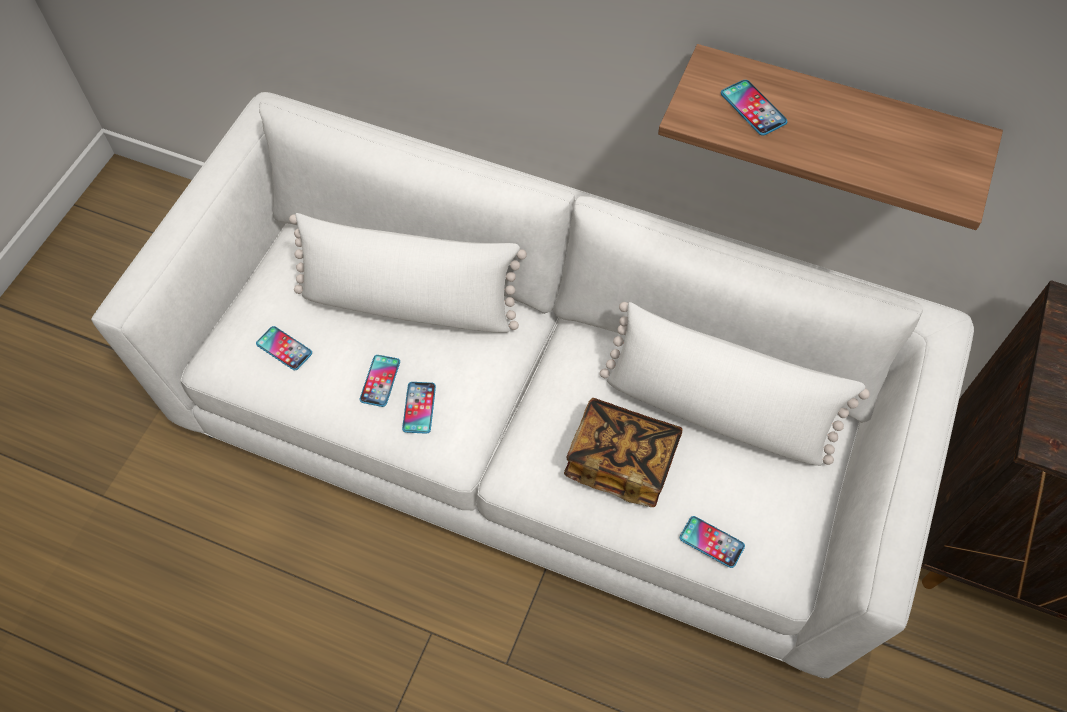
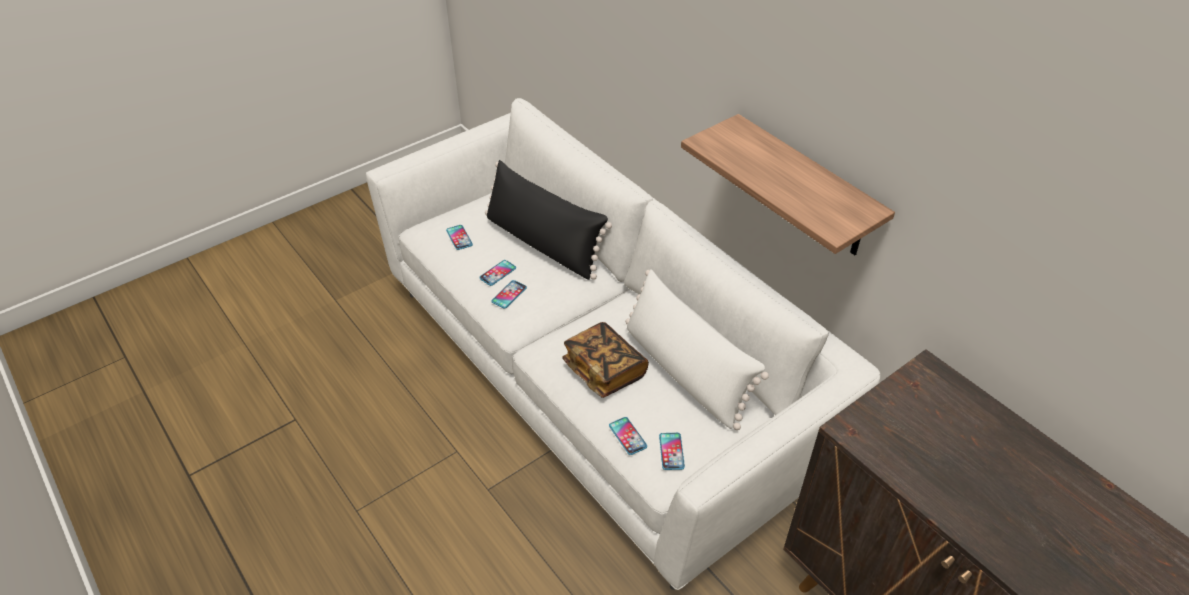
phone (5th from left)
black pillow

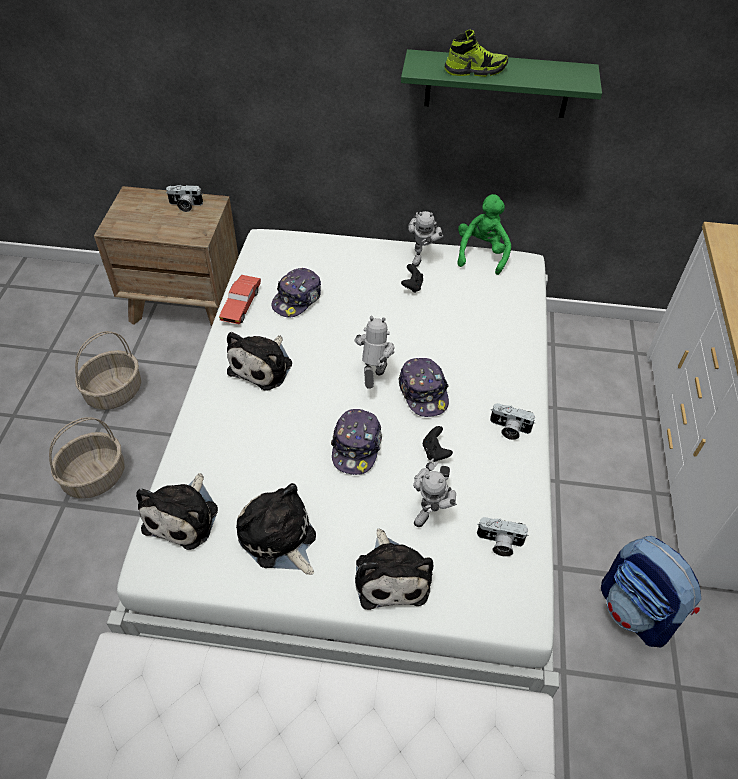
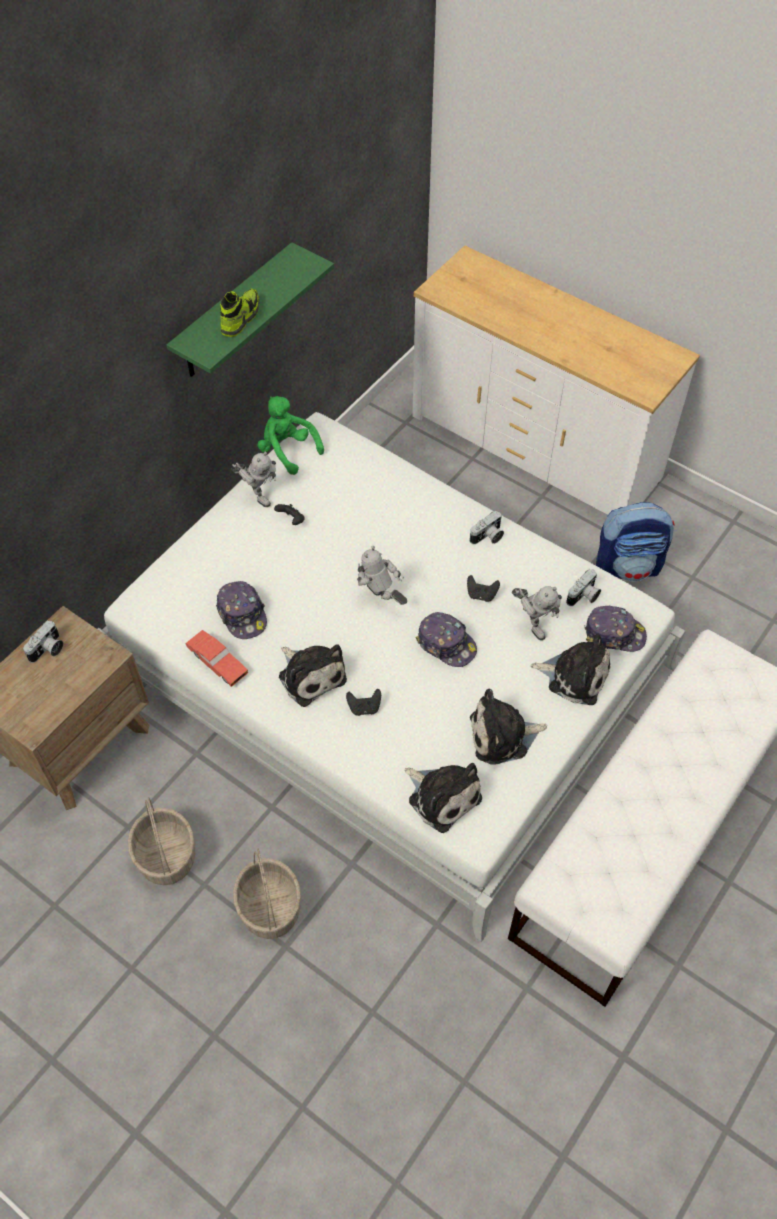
cap (3rd from left)
black game controller (2nd from left)

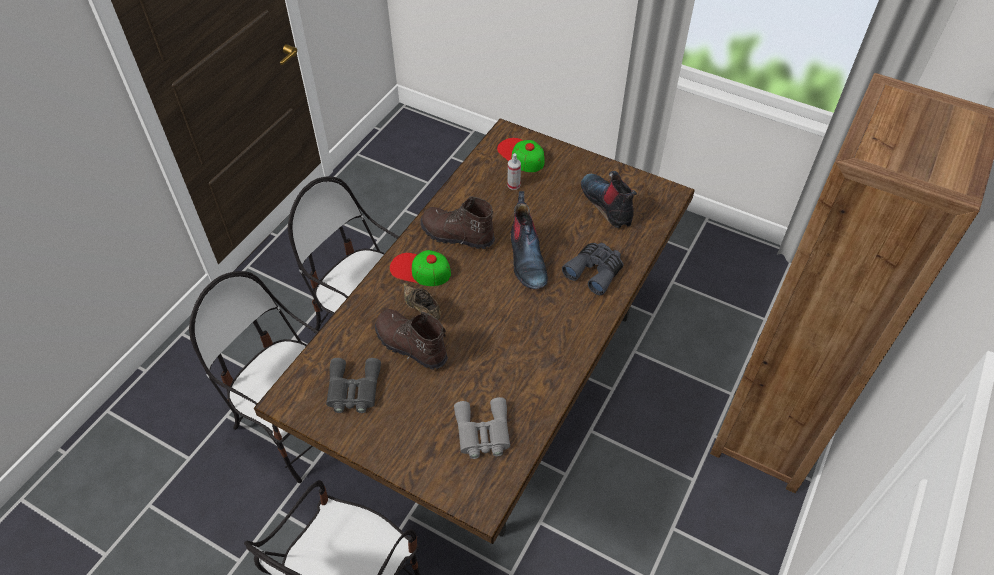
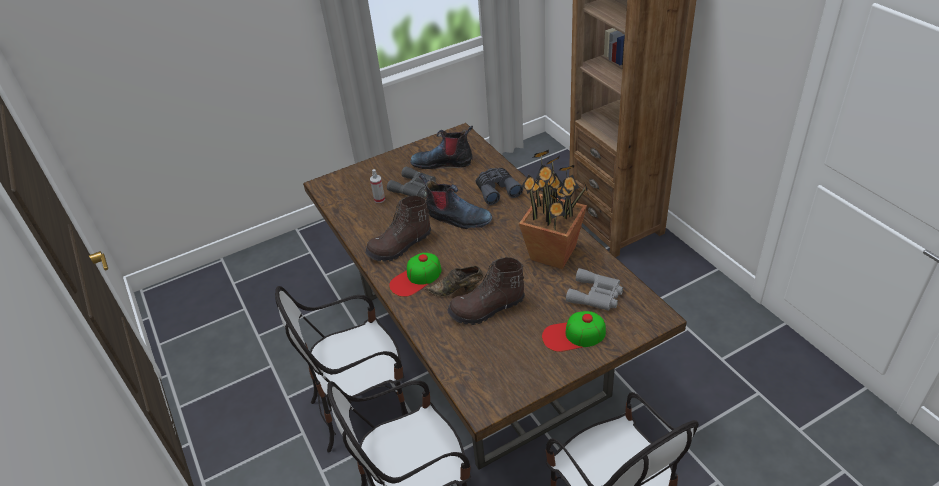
cap (2nd from left)
grey binoculars (1st from left)
potted plant

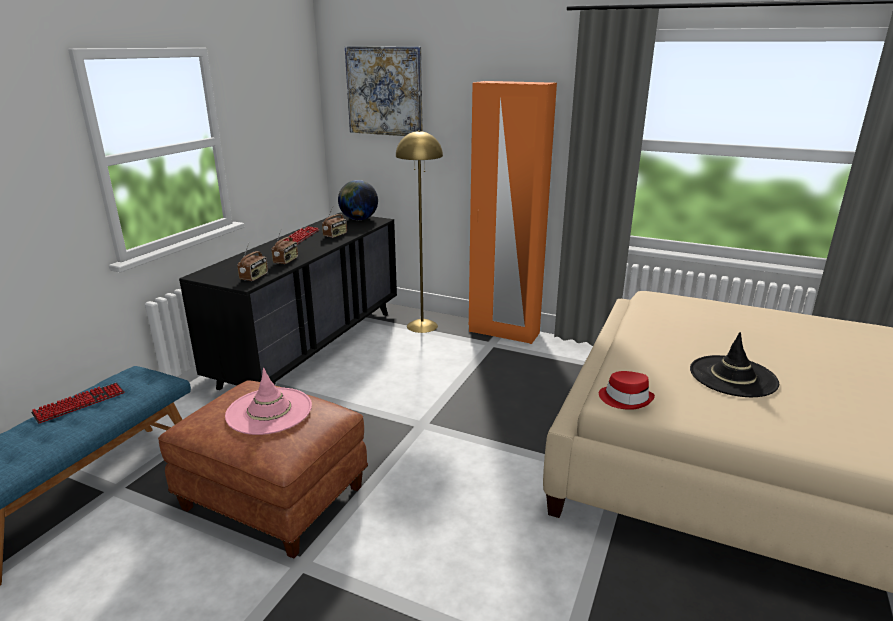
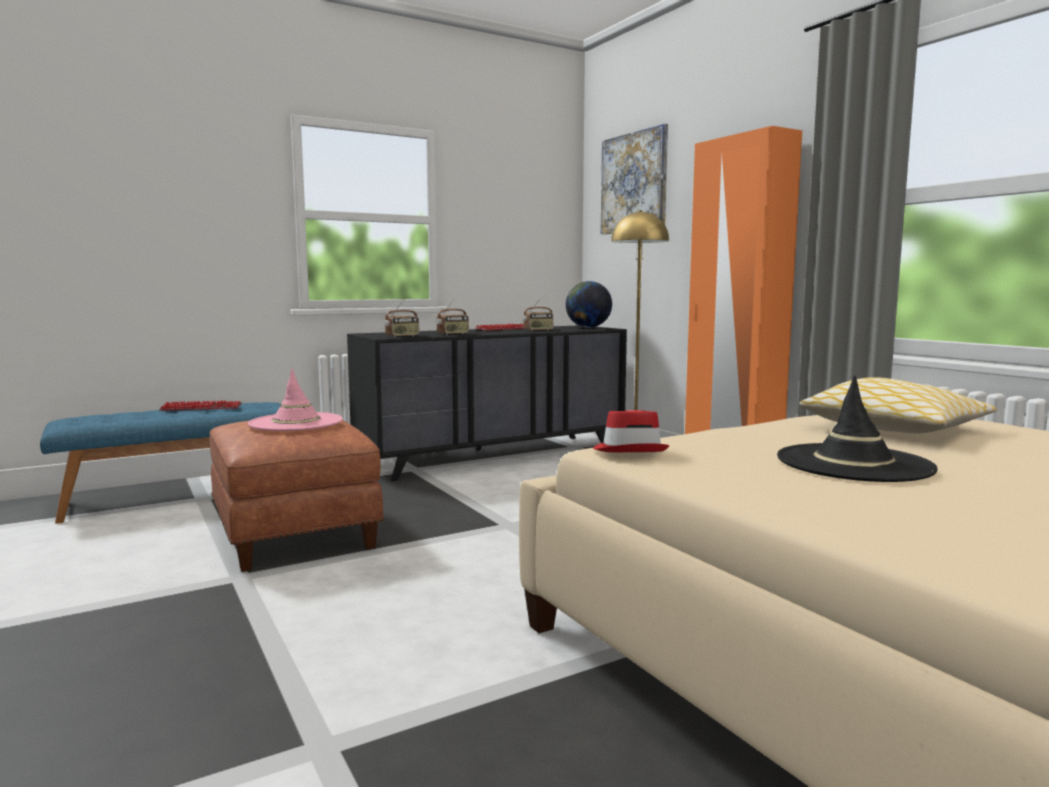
pillow

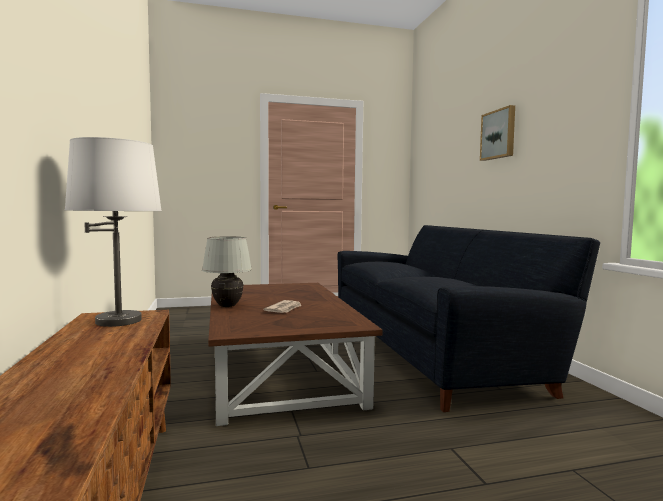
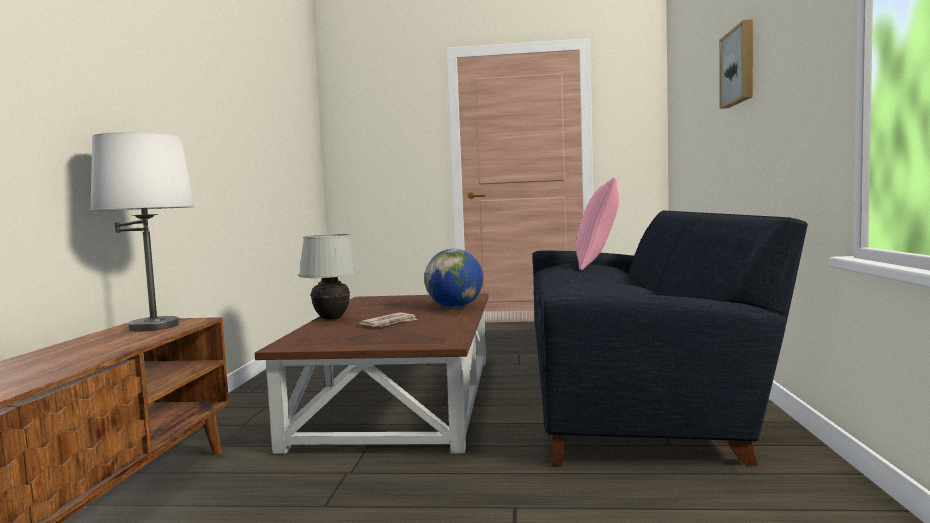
pink pillow
globe

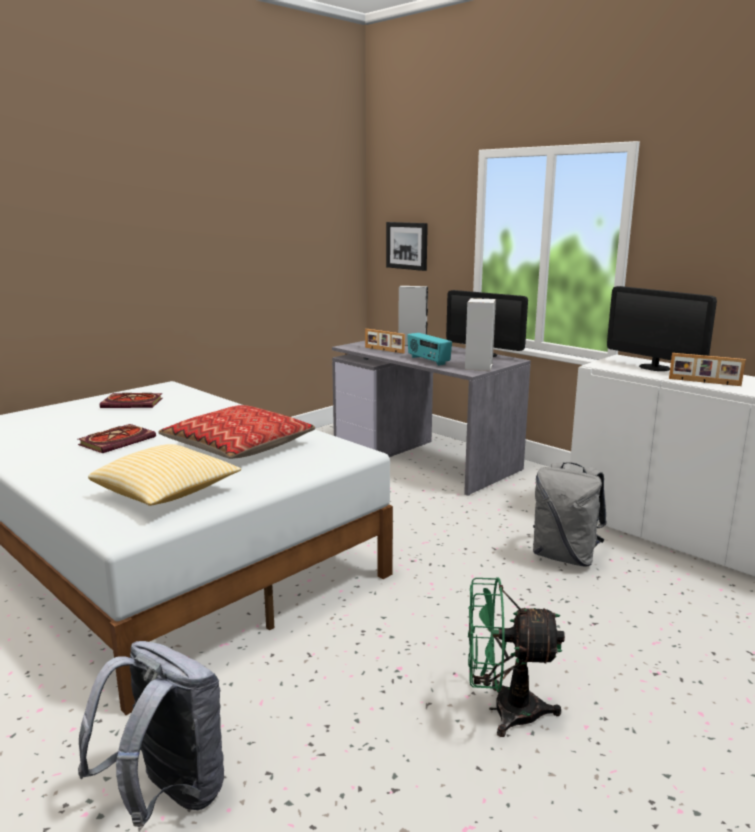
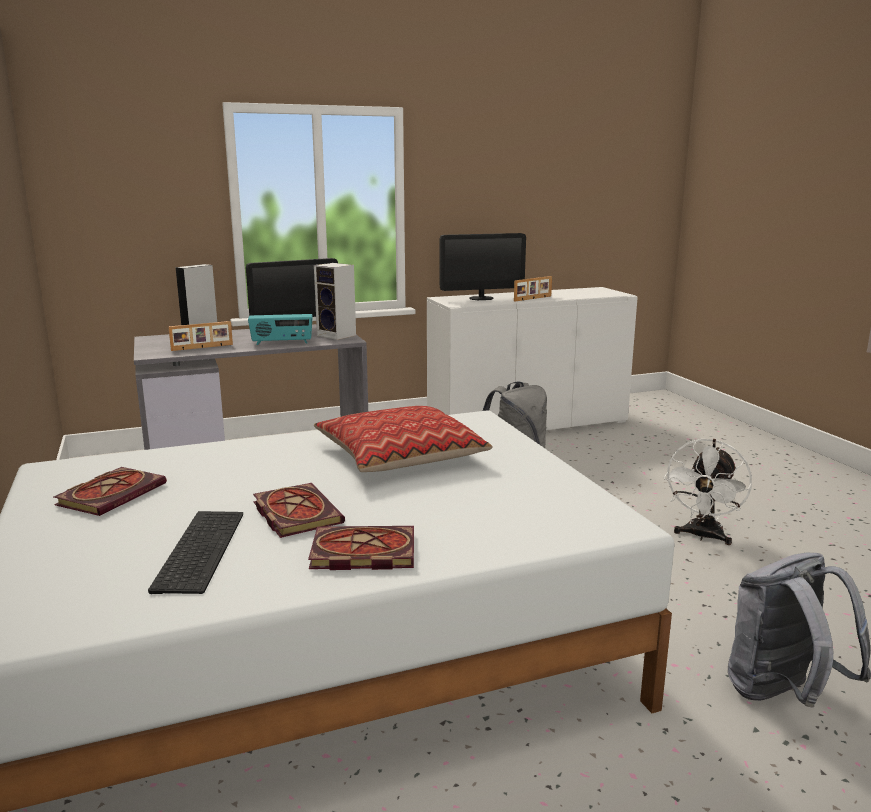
picture
pillow (1st from left in the first image)
white fan
keyboard
book (3rd from left)

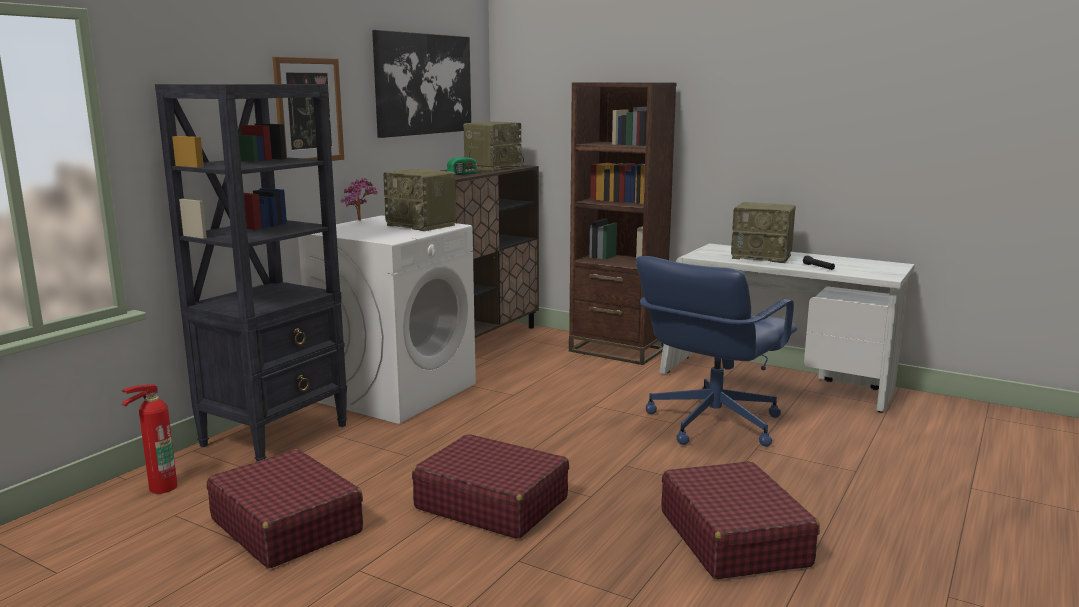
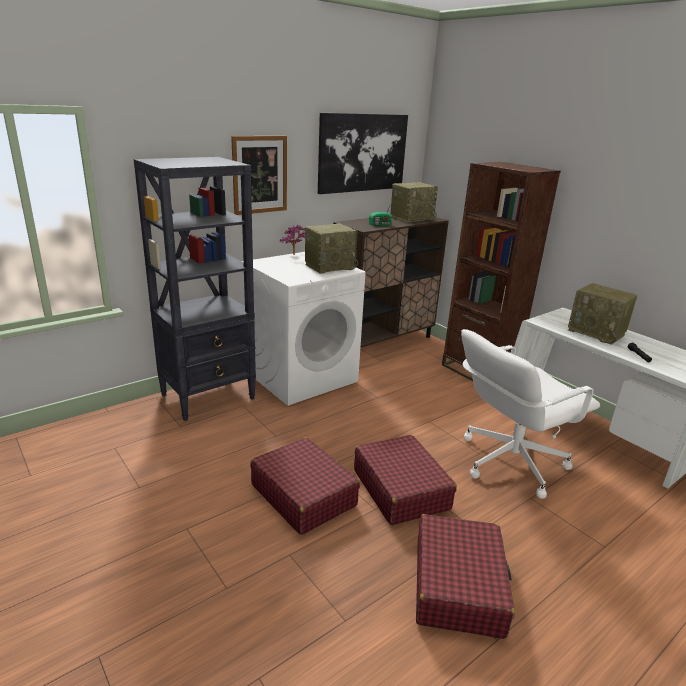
radio (1st from left)
white office chair
fire extinguisher
red suitcase (2nd from left)

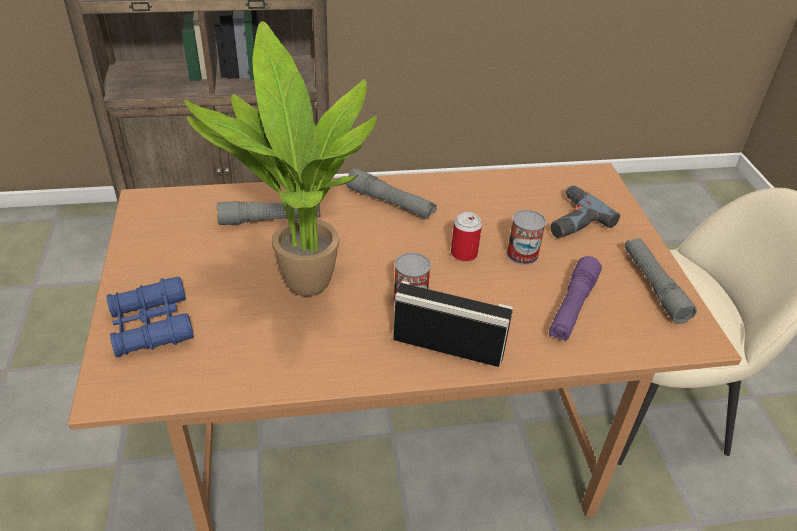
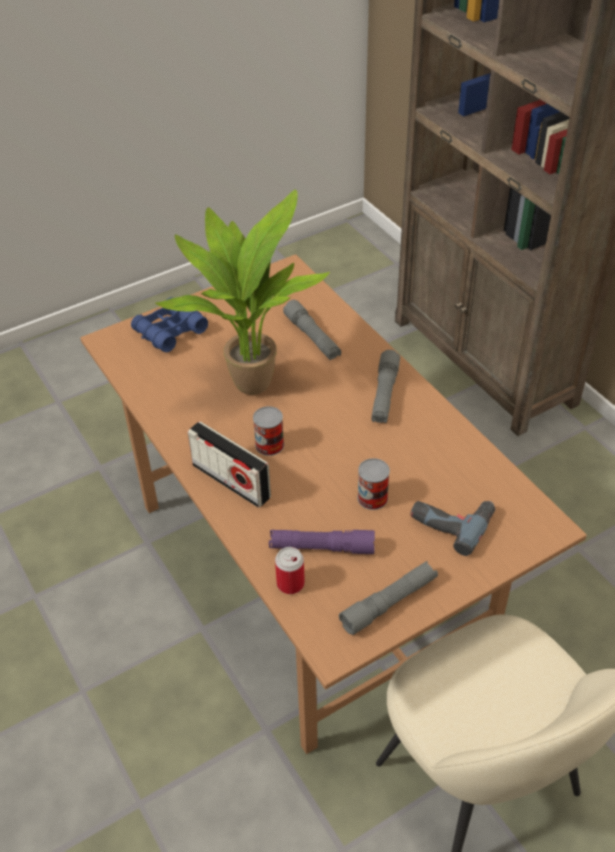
can (2nd from left)
radio

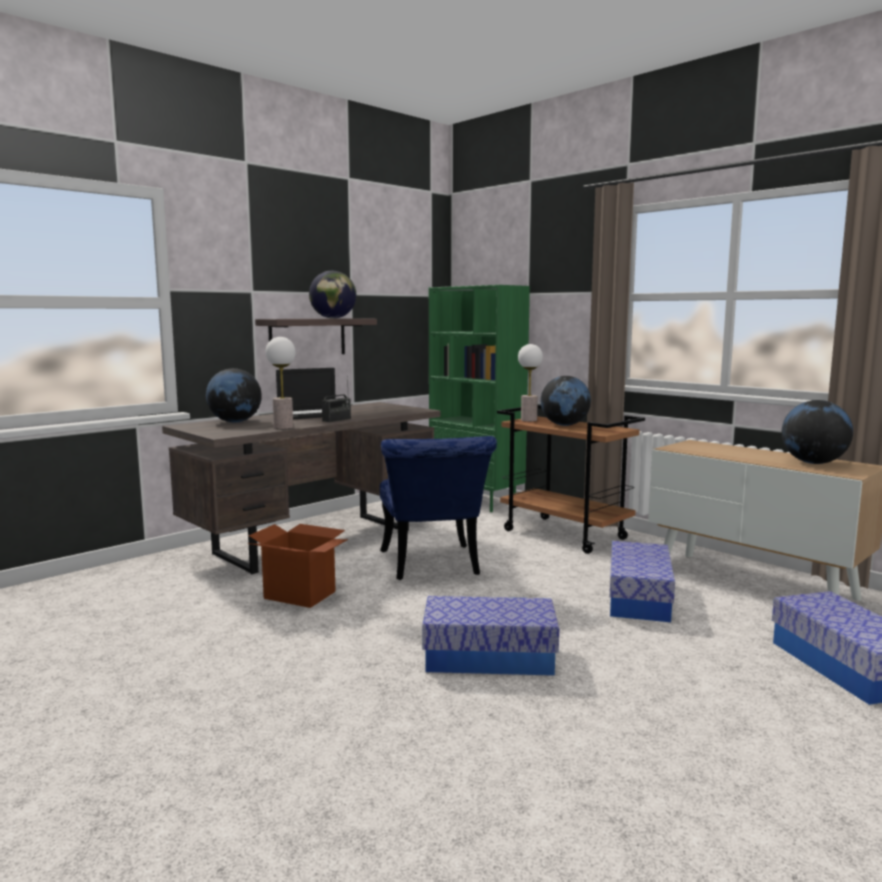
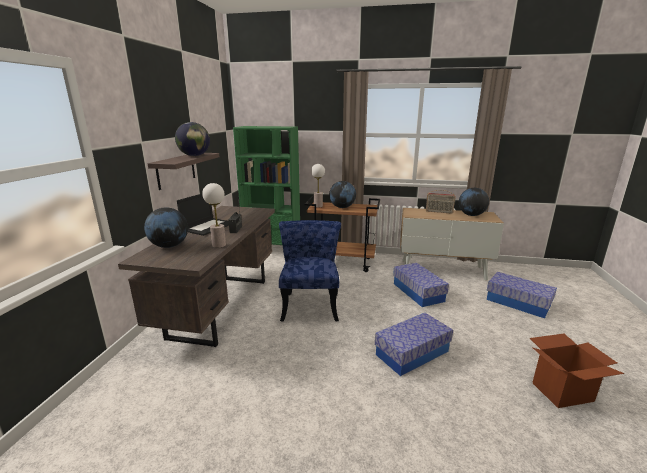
blue chair
cardboard box
radio (2nd from left)

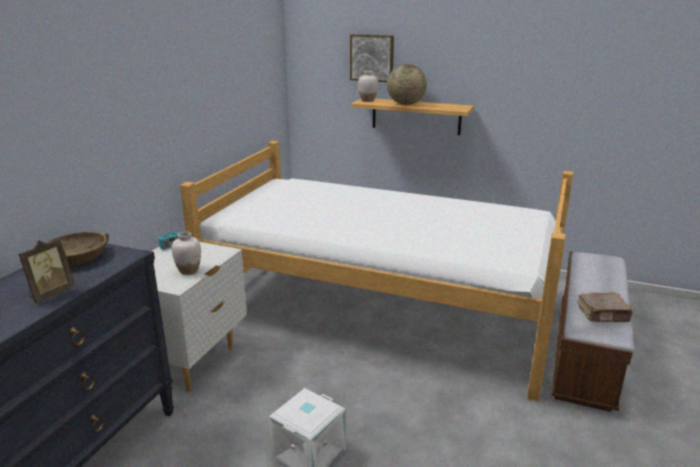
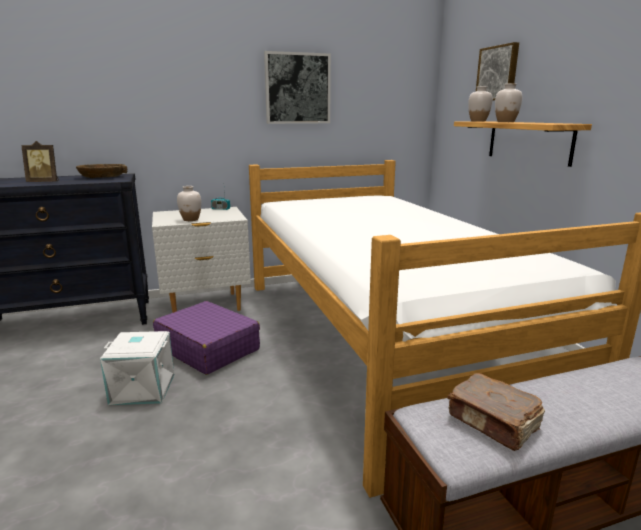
white vase (3rd from left)
picture (1st from left)
purple suitcase

